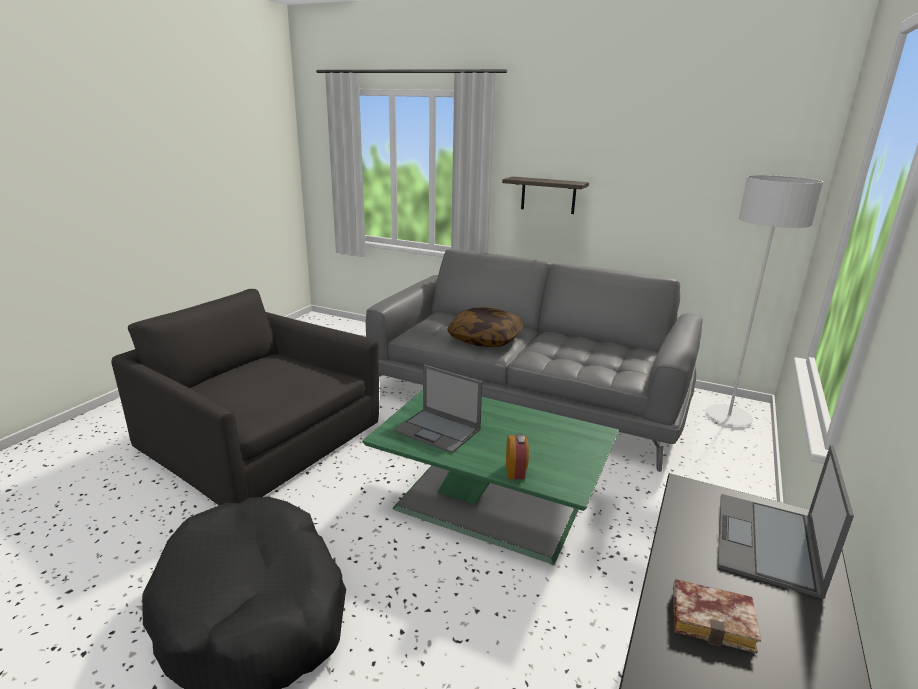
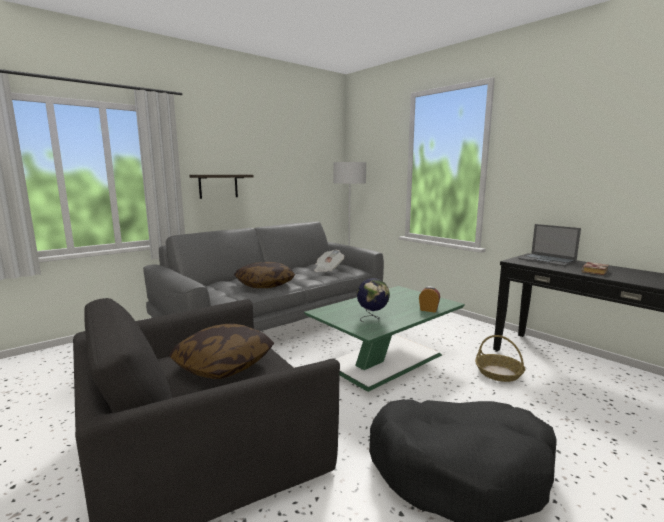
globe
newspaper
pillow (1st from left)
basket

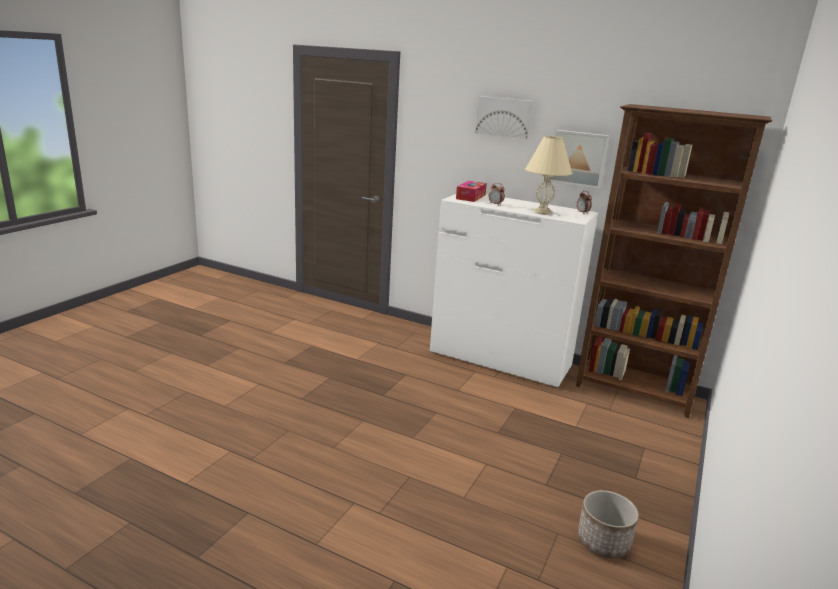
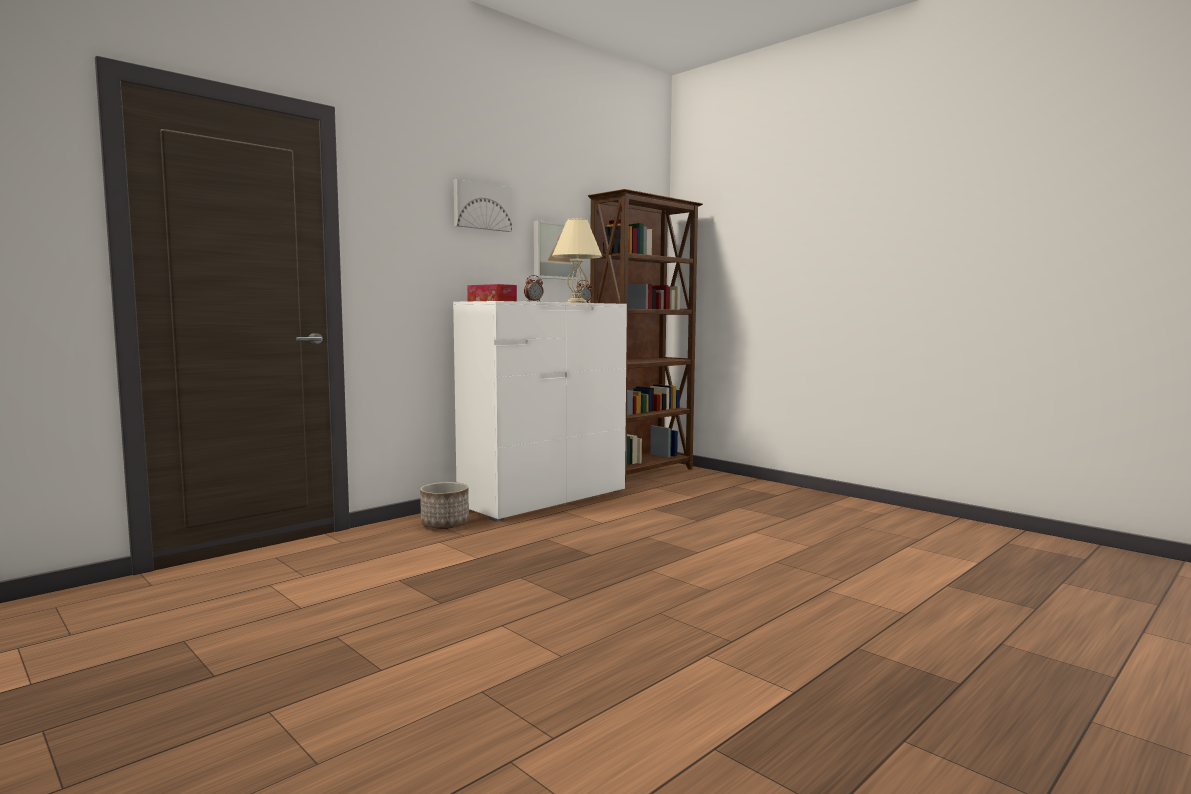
planter

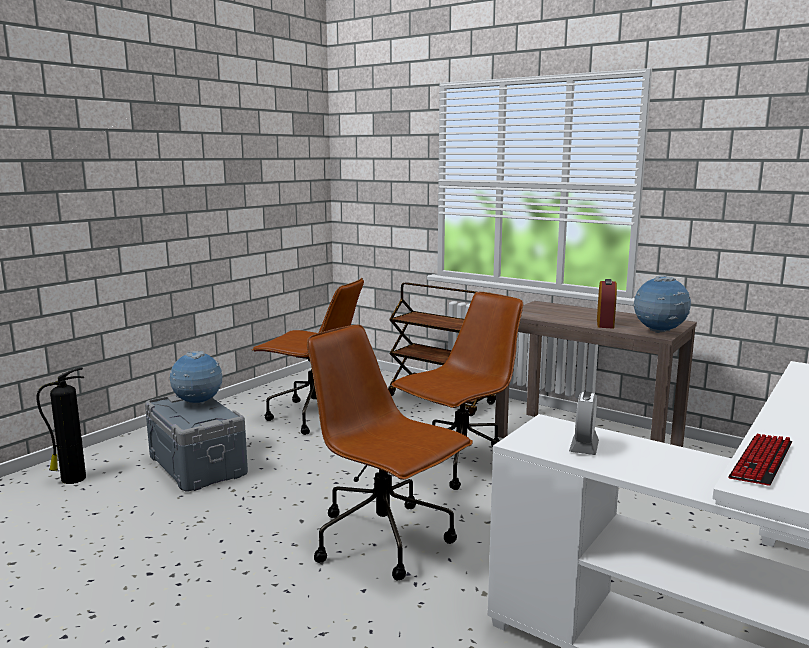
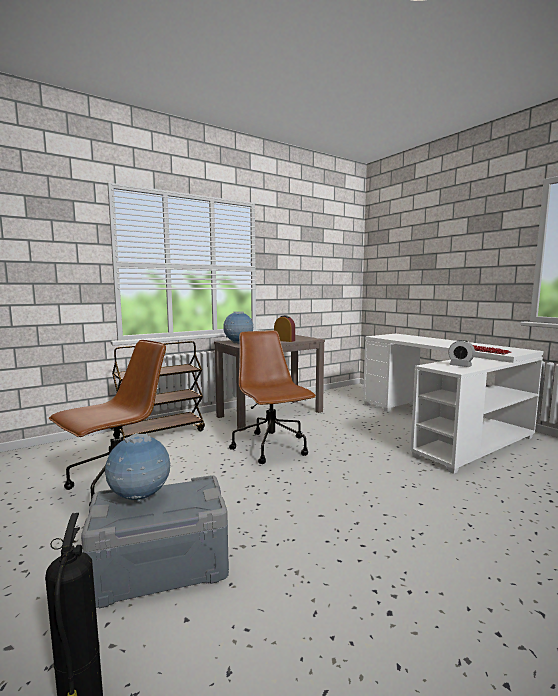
globe (2nd from left)
brown office chair (2nd from left in the first image)

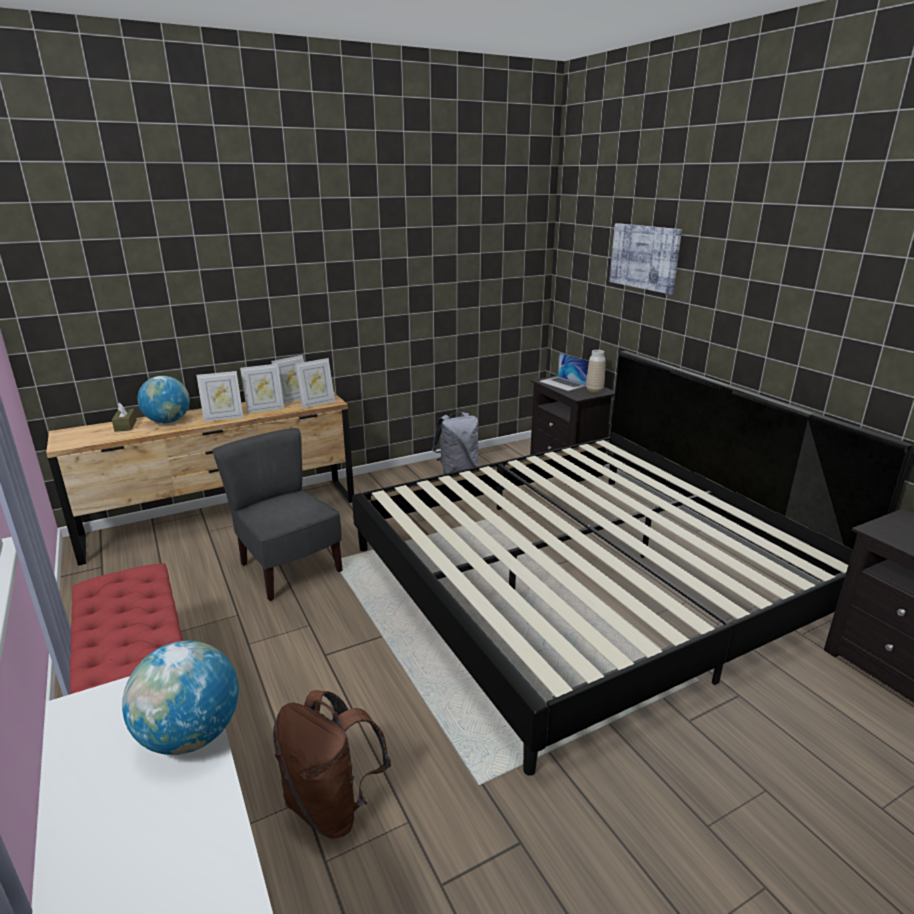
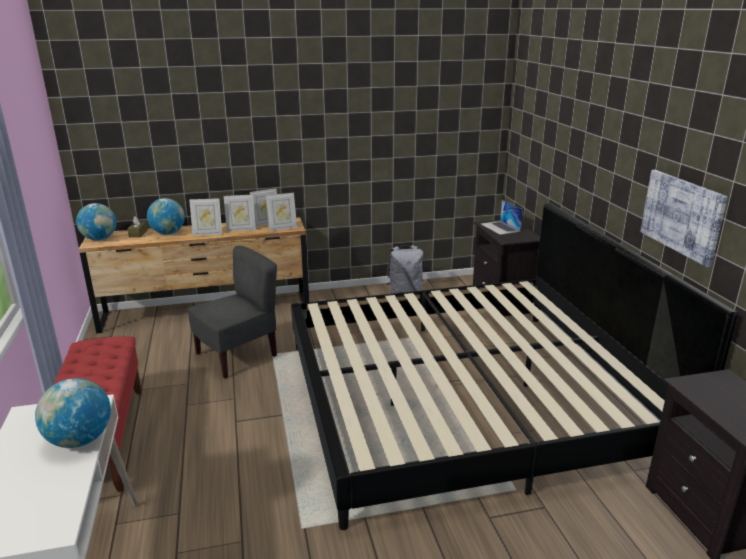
picture
vase
grey chair
brown backpack
globe (2nd from left)

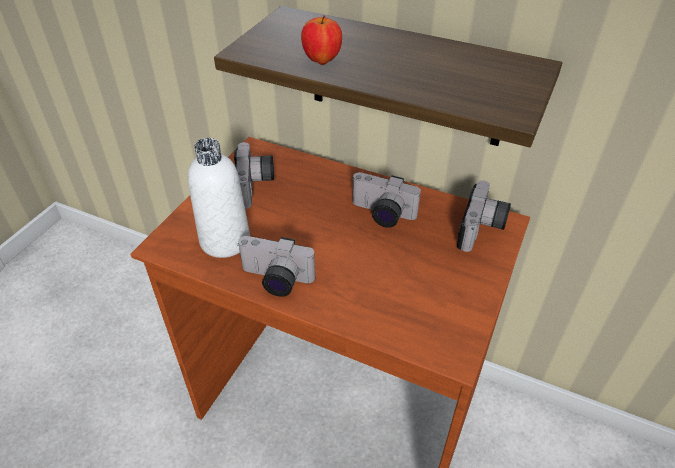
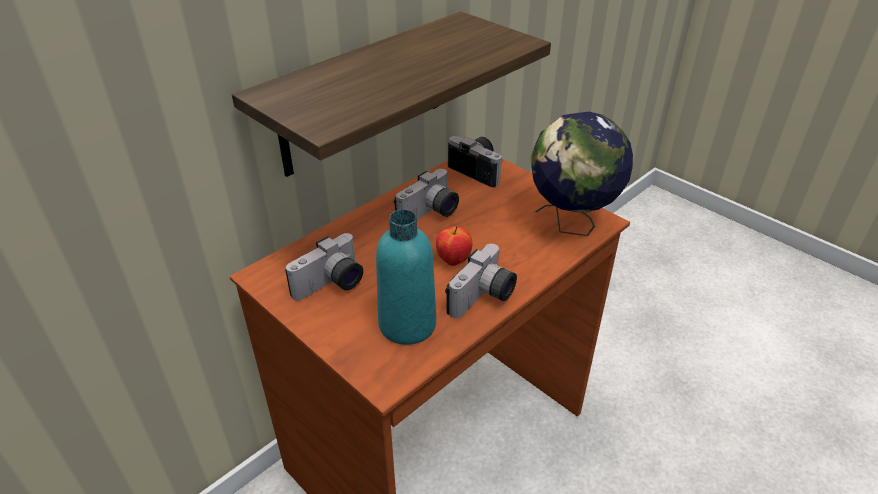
apple
turquoise bottle
photo camera (1st from left)
globe

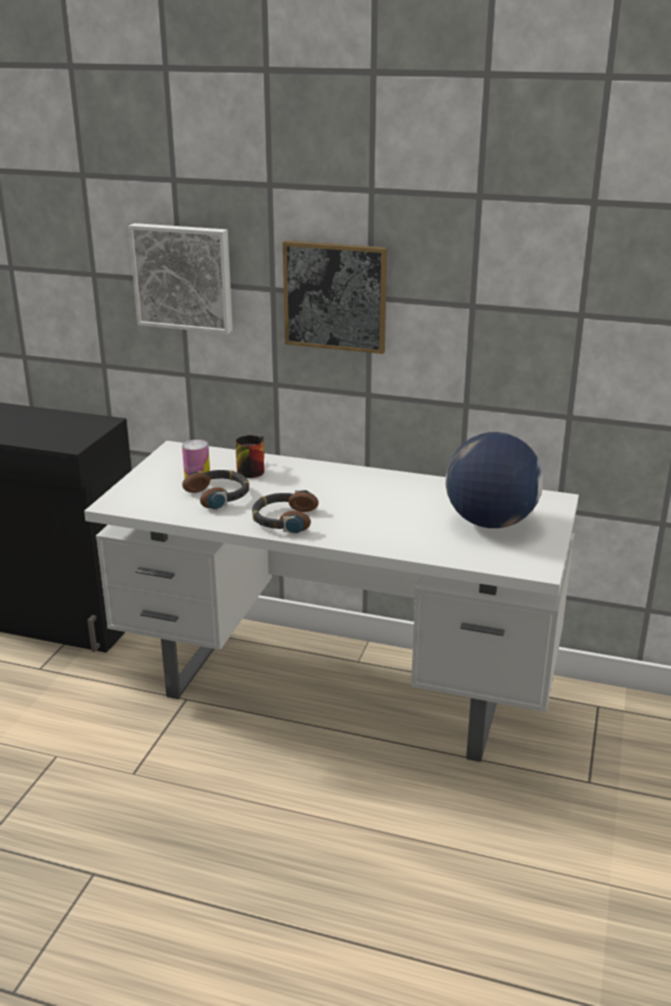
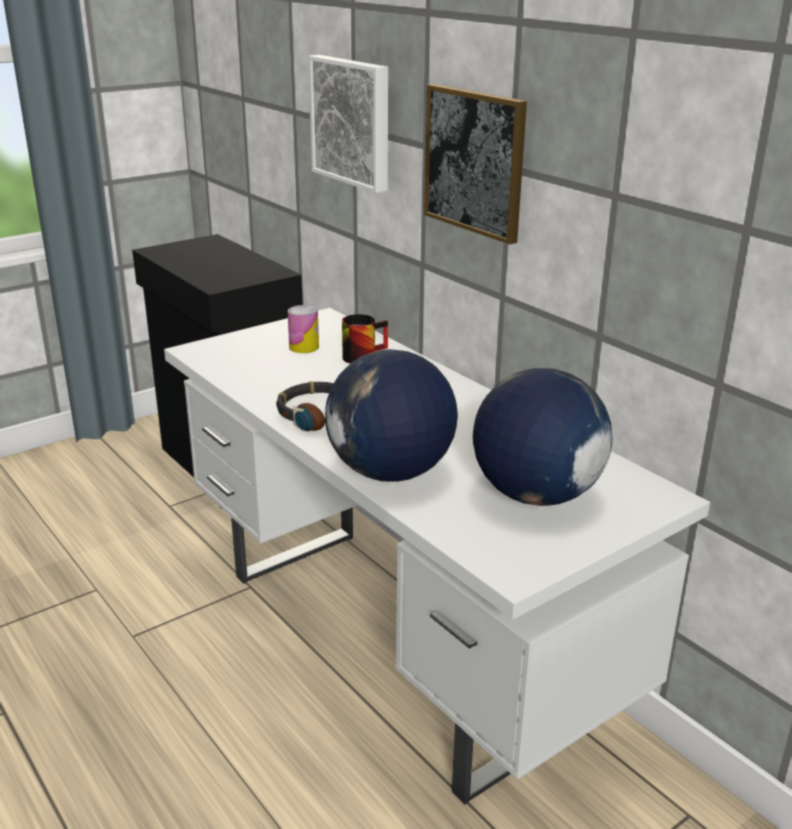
headphones (1st from left in the first image)
globe (1st from left)

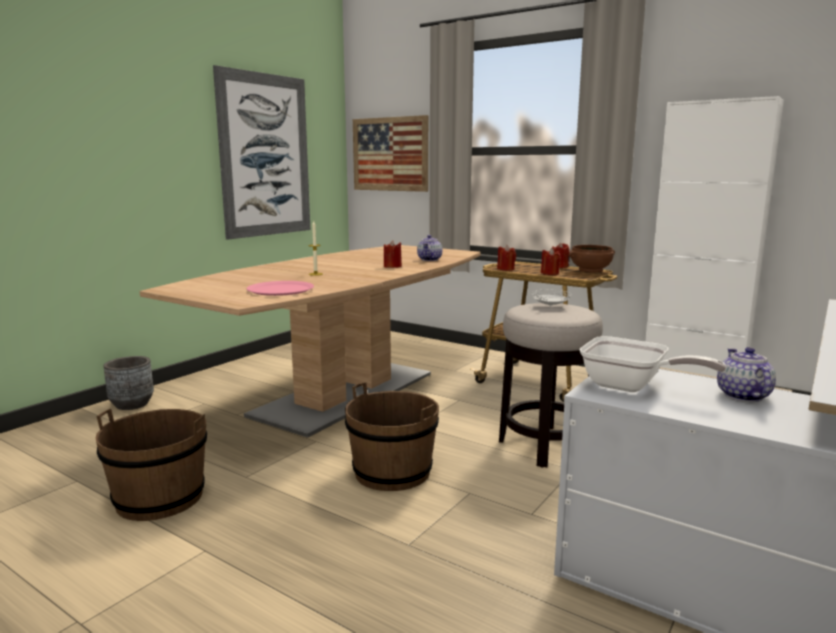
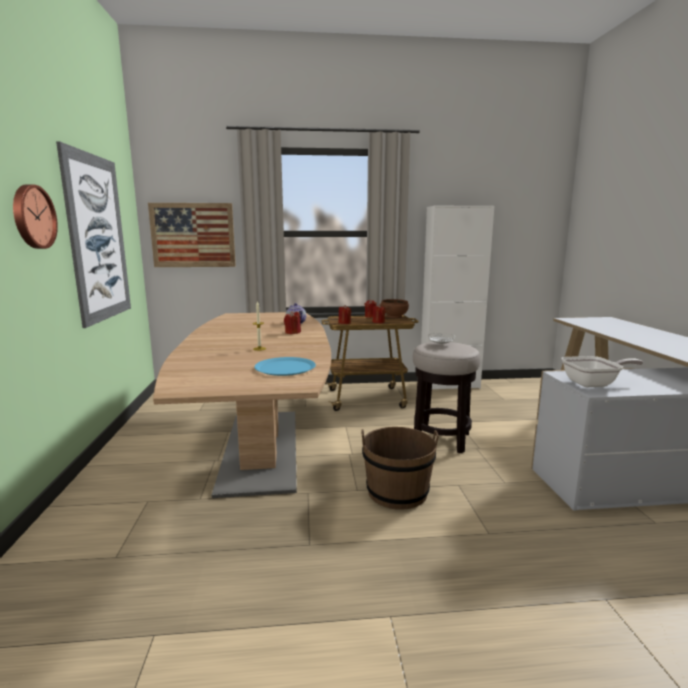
blue plate
teapot (2nd from left in the first image)
grey planter
brown bucket (1st from left in the first image)
wall clock

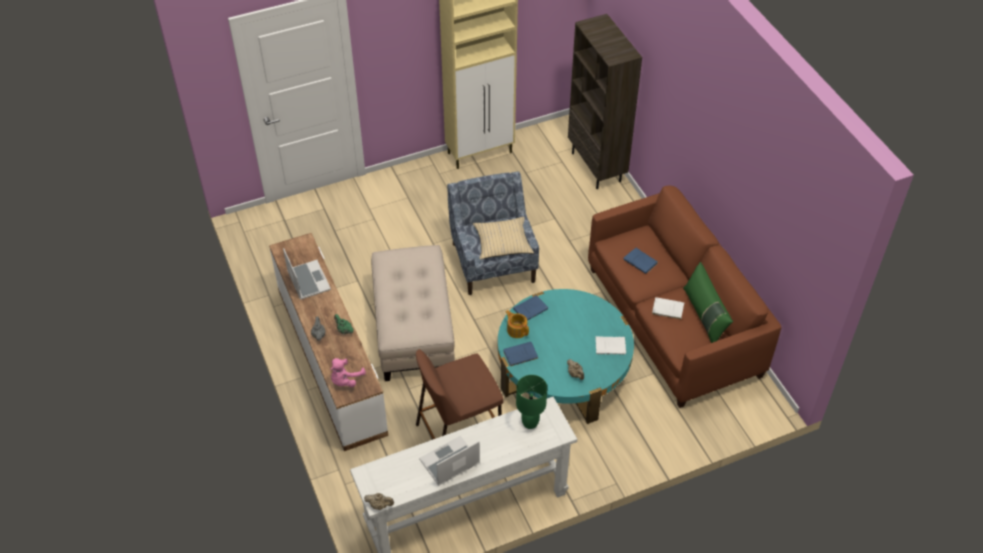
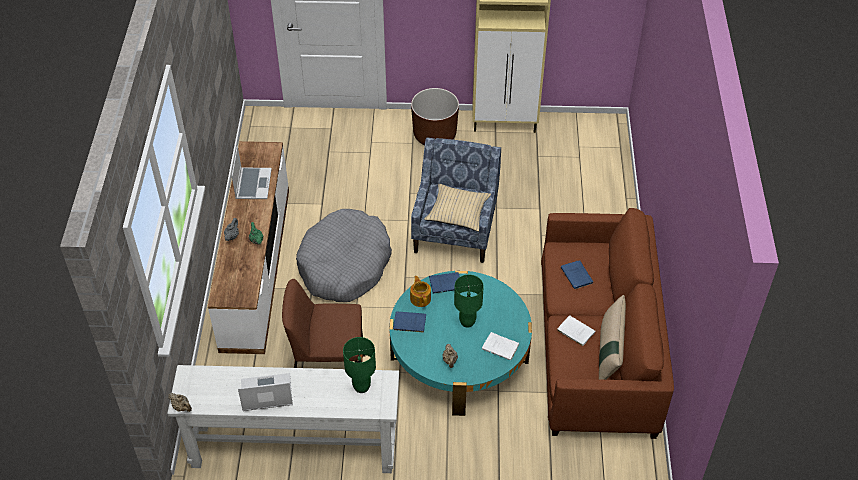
brown bookcase
grey dog bed
beige pillow (2nd from left)
pink plush toy
brown planter
green table lamp (2nd from left)

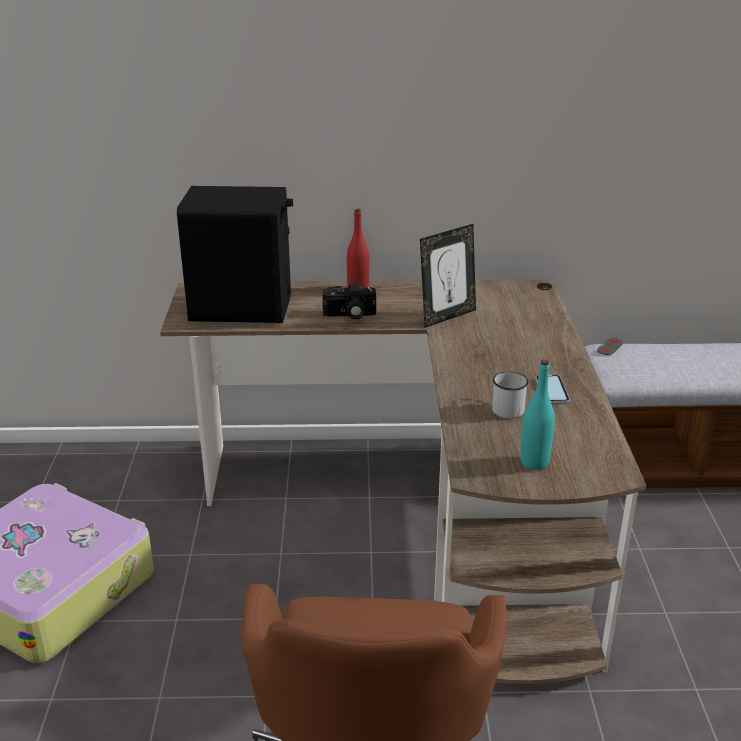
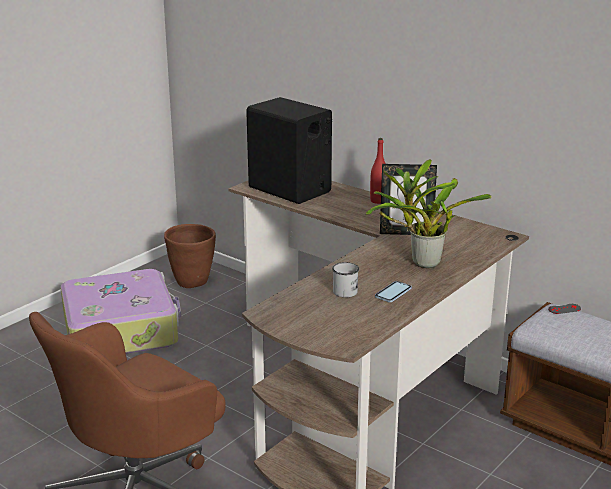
photo camera
turquoise bottle
potted plant
brown planter

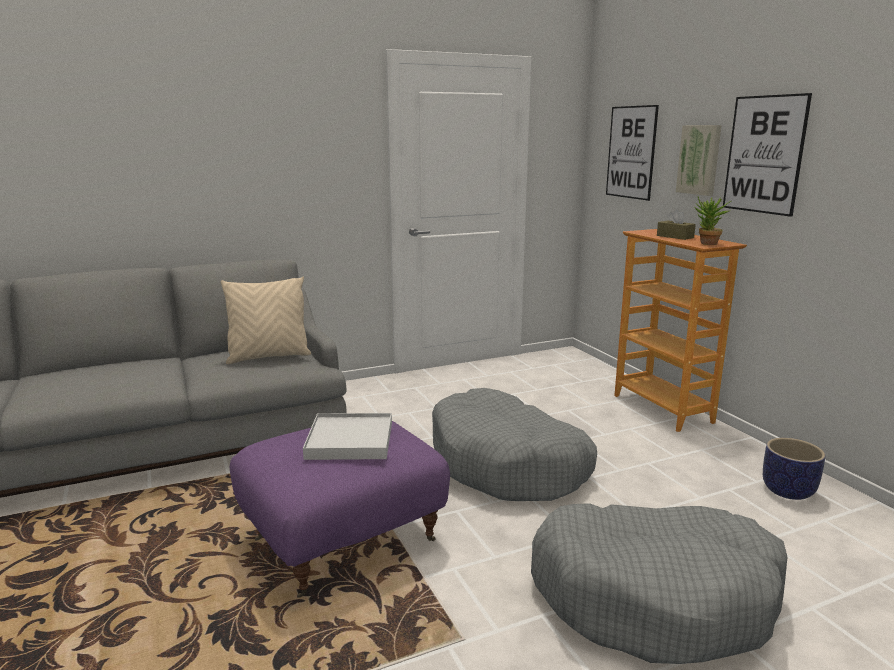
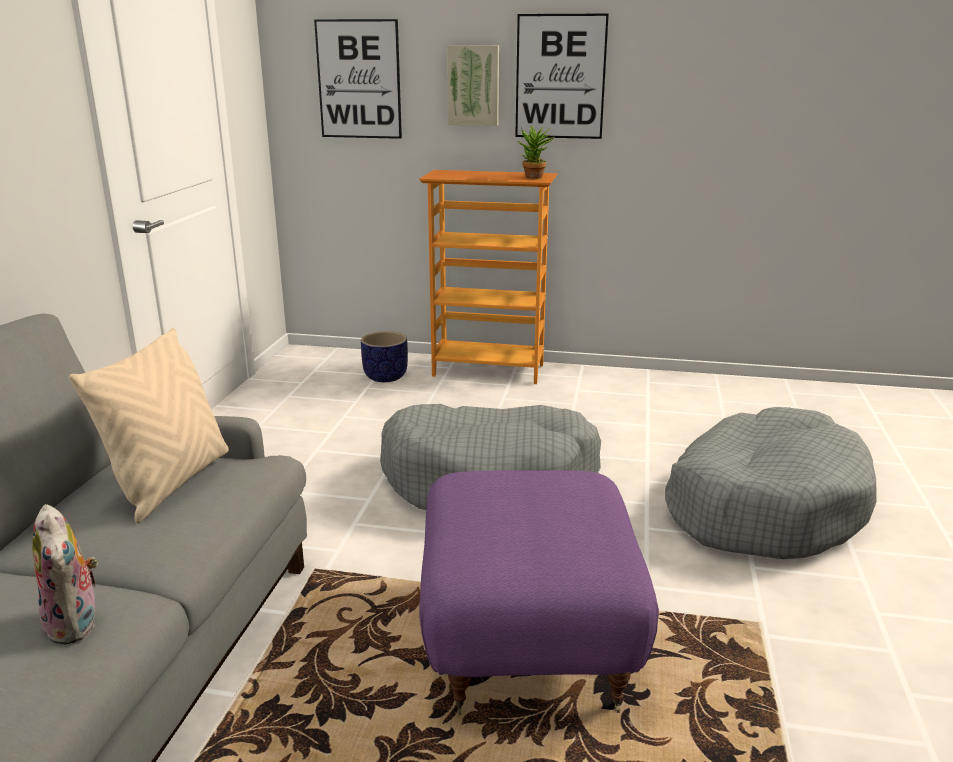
brown tissue box
white tray
planter
plush toy

